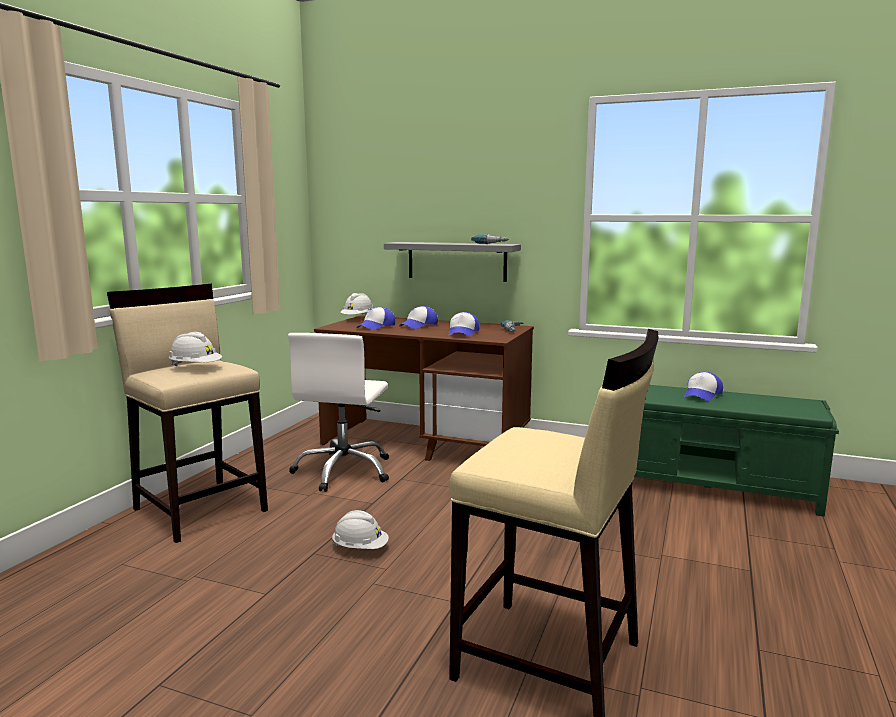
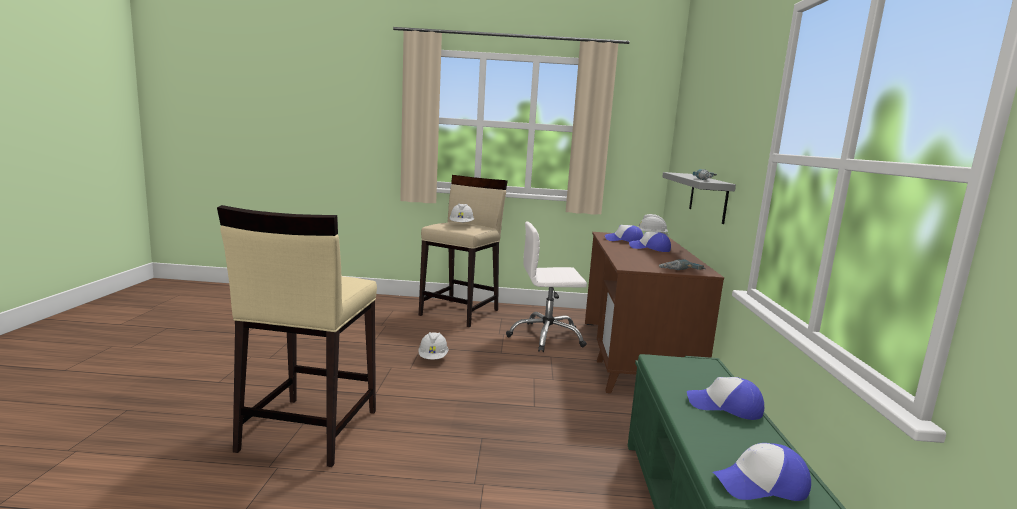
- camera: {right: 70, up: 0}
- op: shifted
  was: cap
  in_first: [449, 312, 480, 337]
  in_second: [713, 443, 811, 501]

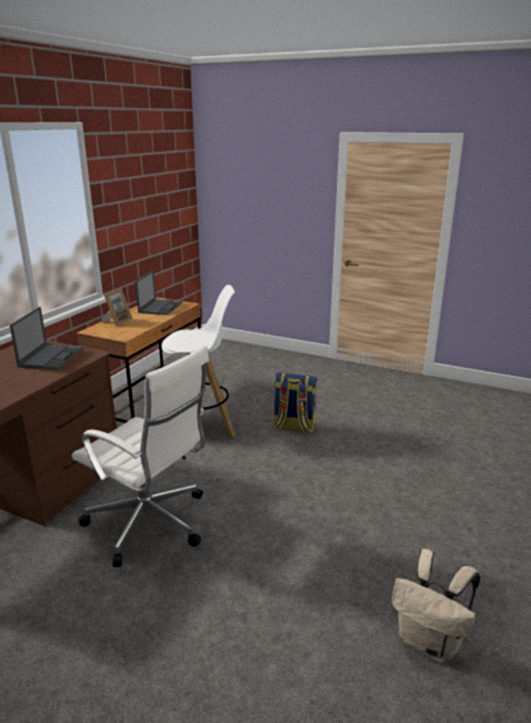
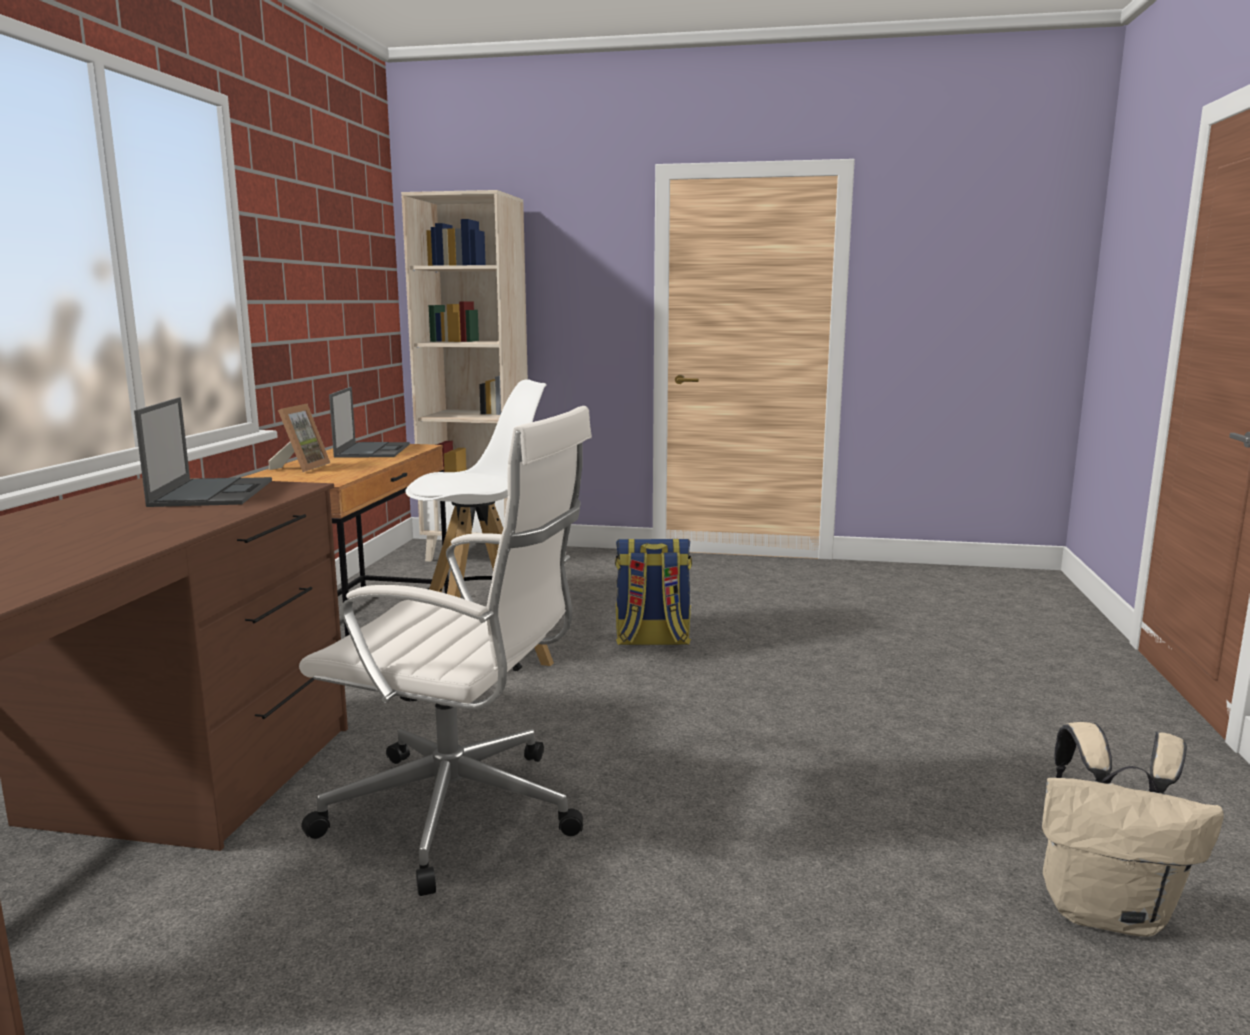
- camera: {right: -15, up: -10}
- op: new
  now: beige-coloured shelving unit
  in_second: [401, 190, 528, 562]

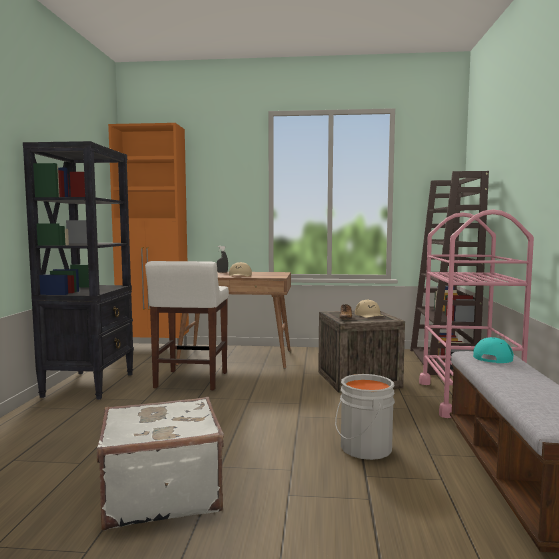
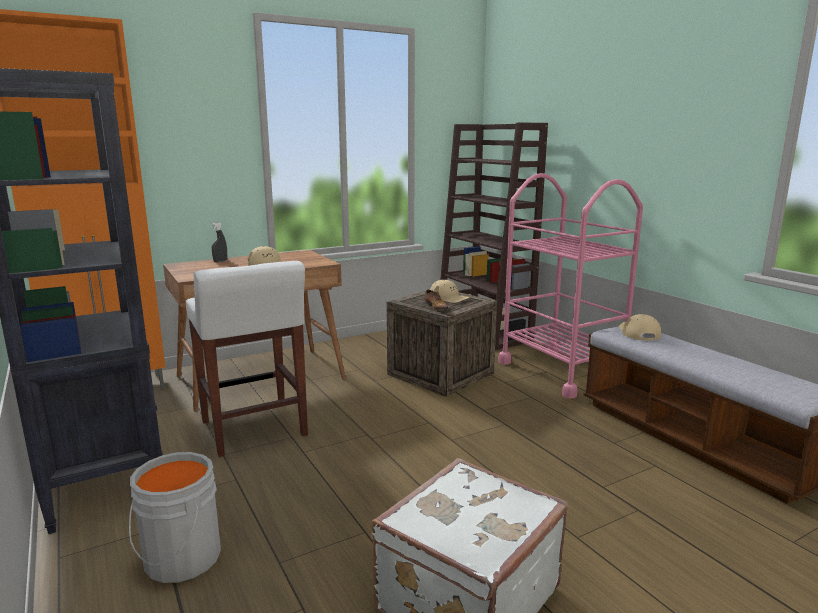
- camera: {right: -35, up: 10}
- op: repainted
  was: turquoise-coloured cap
  now: beige-coloured cap
  in_first: [473, 337, 514, 363]
  in_second: [619, 314, 661, 340]
- op: shifted
  was: grey pail
  in_first: [335, 374, 395, 460]
  in_second: [129, 452, 221, 583]

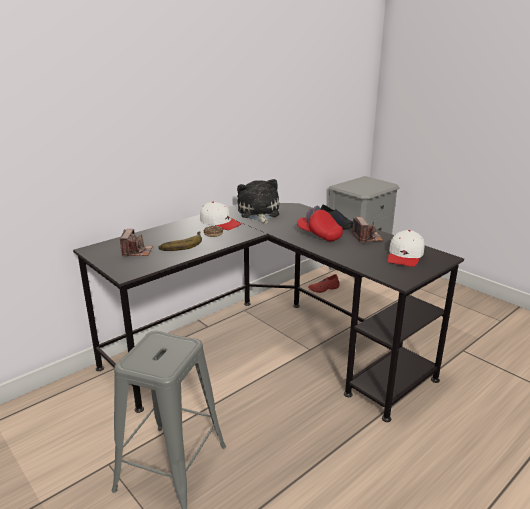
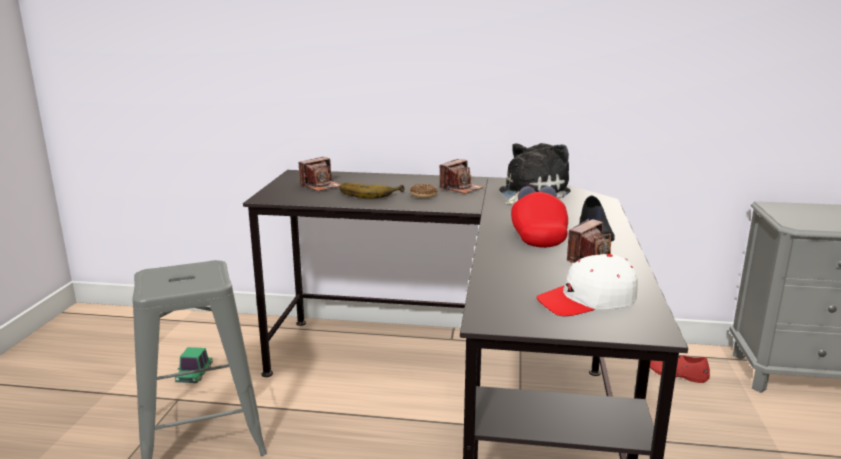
- camera: {right: 50, up: -5}
- op: swapped
  was: white-coloured cap
  now: still camera
  in_first: [200, 202, 241, 230]
  in_second: [440, 159, 484, 194]
- op: new
  now: miniature car
  in_second: [175, 347, 213, 383]

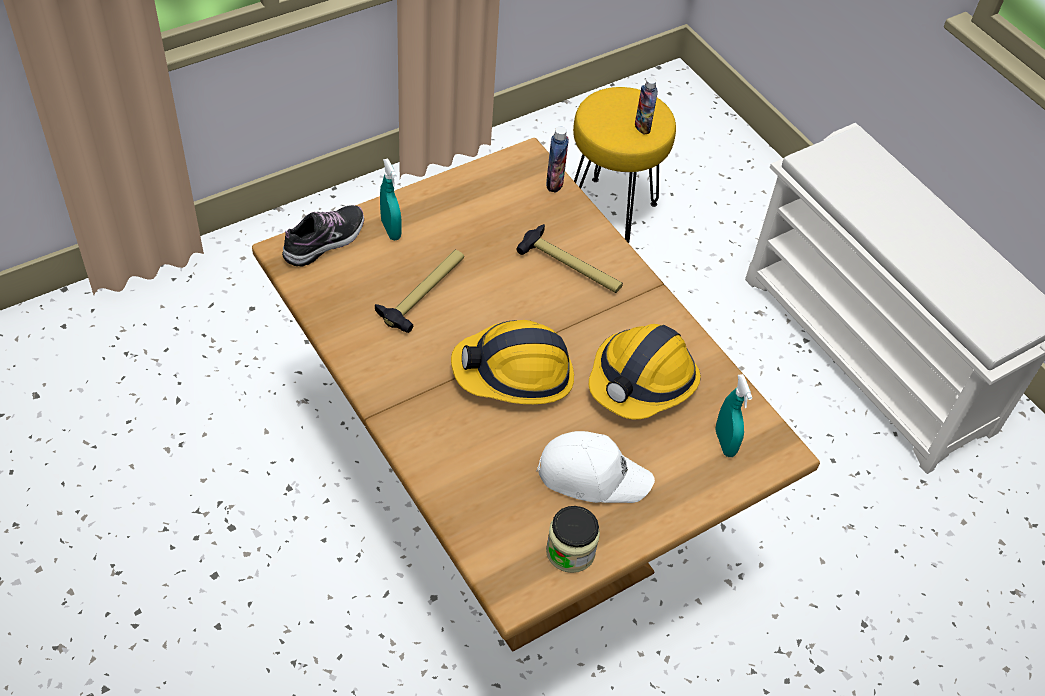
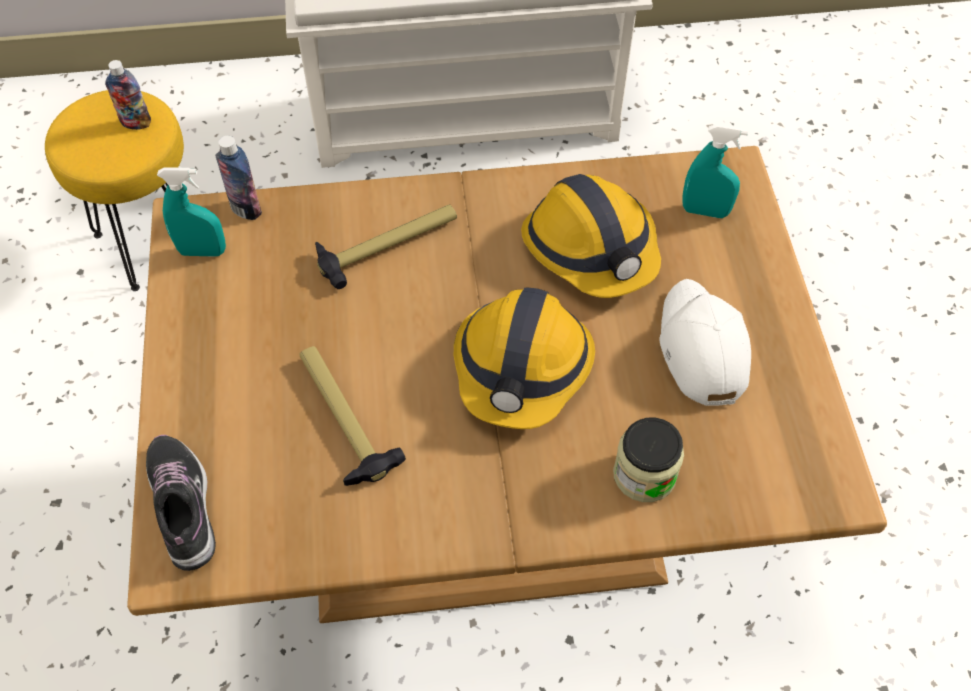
- camera: {right: -60, up: 5}
- op: shifted
  was: turquoise-coloured spray bottle
  in_first: [380, 159, 401, 240]
  in_second: [157, 167, 226, 257]
- op: rotated
  was: white-coloured cap
  in_first: [537, 431, 655, 503]
  in_second: [659, 279, 751, 406]
  clockwise: -45
- op: shifted
  was: jar
  in_first: [546, 506, 600, 573]
  in_second: [613, 417, 684, 502]

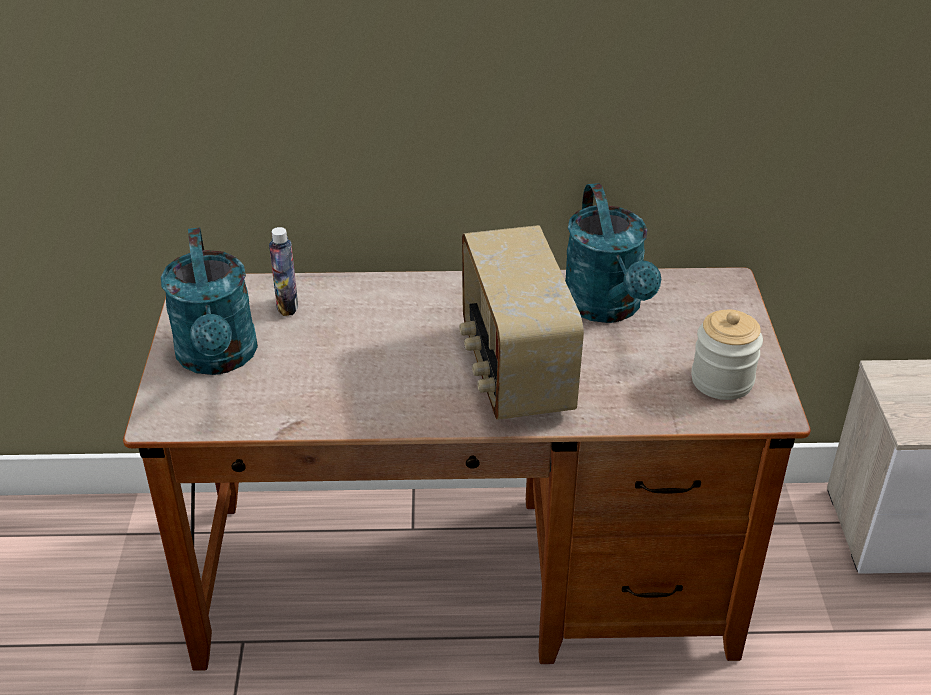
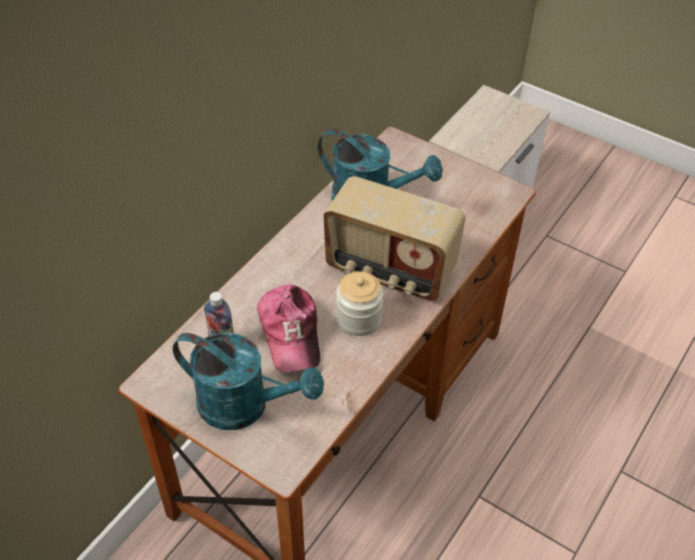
- camera: {right: -55, up: 10}
- op: shifted
  was: jar
  in_first: [691, 310, 763, 400]
  in_second: [336, 271, 383, 336]
- op: new
  now: cap
  in_second: [257, 285, 320, 372]

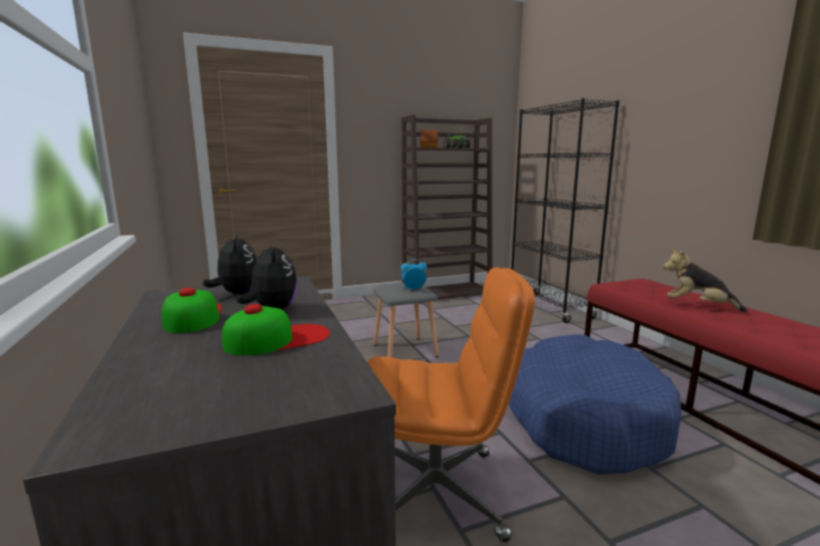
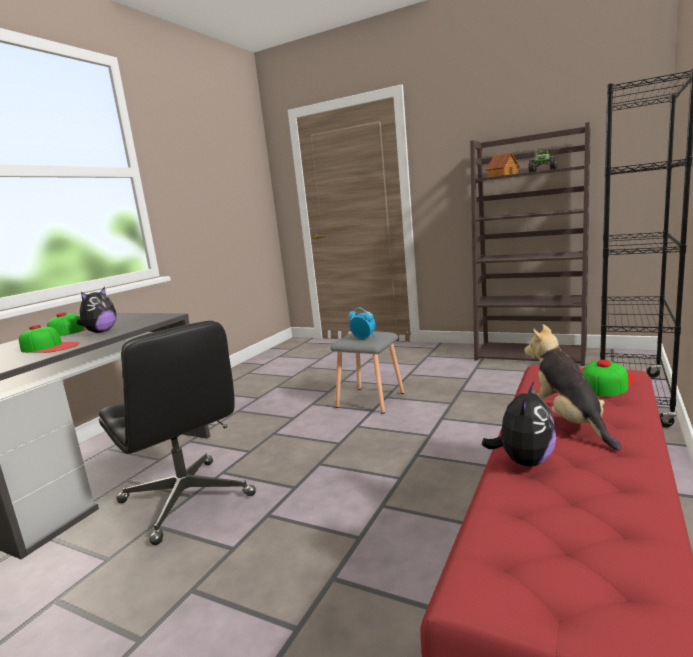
- camera: {right: 50, up: 0}
- op: shifted
  was: plush toy
  in_first: [203, 232, 257, 295]
  in_second: [482, 382, 556, 467]
- op: repainted
  was: orangey office chair
  now: black-coloured office chair
  in_first: [368, 267, 535, 542]
  in_second: [99, 321, 256, 545]
- op: gone
  was: blue-coloured pet bed
  in_first: [509, 334, 682, 475]
- op: new
  now: cap
  in_second: [582, 360, 636, 396]

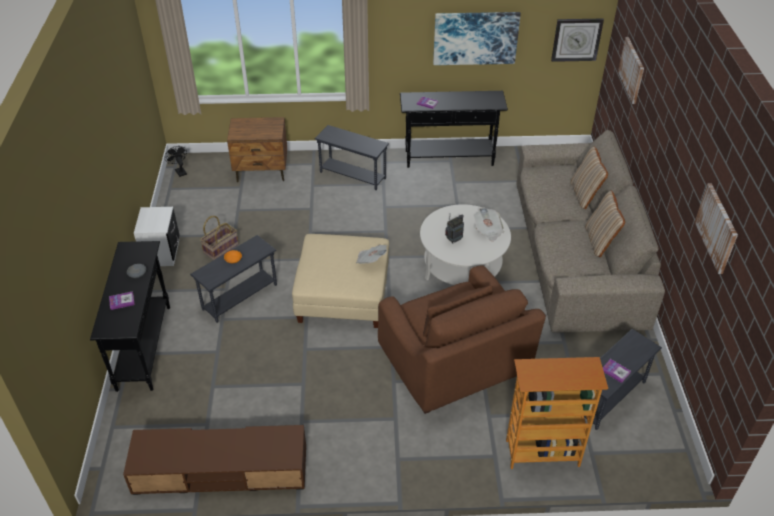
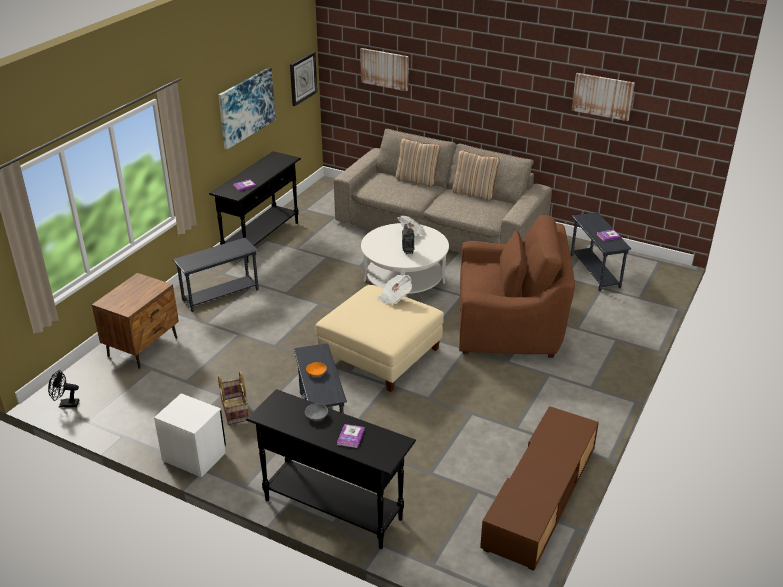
- camera: {right: -60, up: -10}
- op: gone
  was: shelving unit
  in_first: [506, 357, 608, 469]

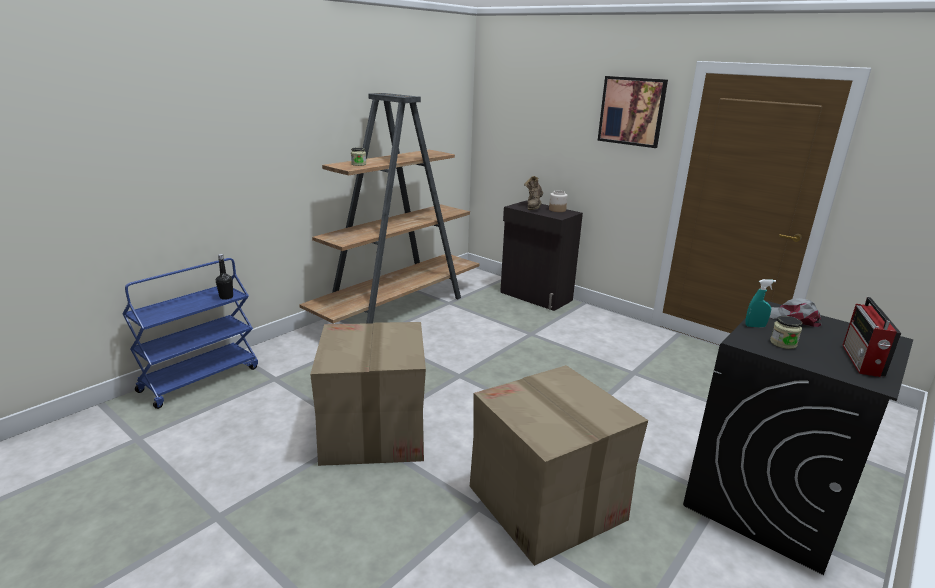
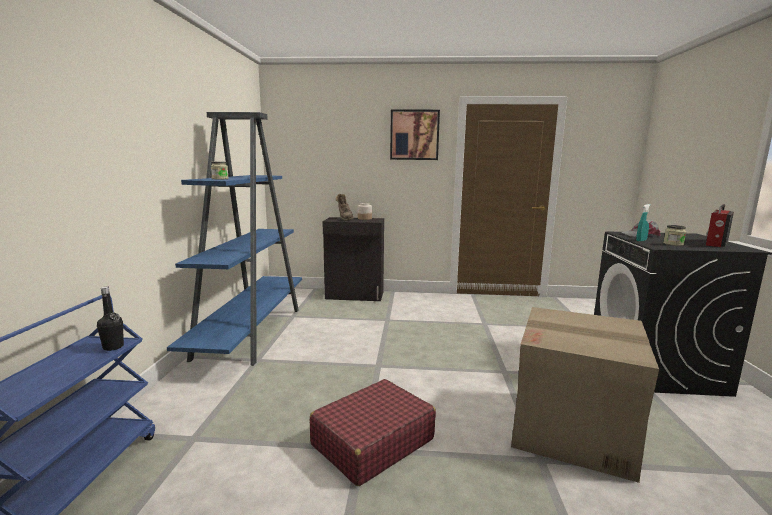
- camera: {right: -35, up: -10}
- op: repainted
  was: brownish shelving unit
  now: blue-coloured shelving unit
  in_first: [299, 93, 479, 324]
  in_second: [167, 112, 302, 366]
- op: rotated
  was: radio
  in_first: [843, 297, 901, 377]
  in_second: [706, 204, 734, 247]
  clockwise: 60
- op: swapped
  was: cardboard box
  now: red-coloured suitcase
  in_first: [310, 322, 426, 466]
  in_second: [310, 379, 436, 486]

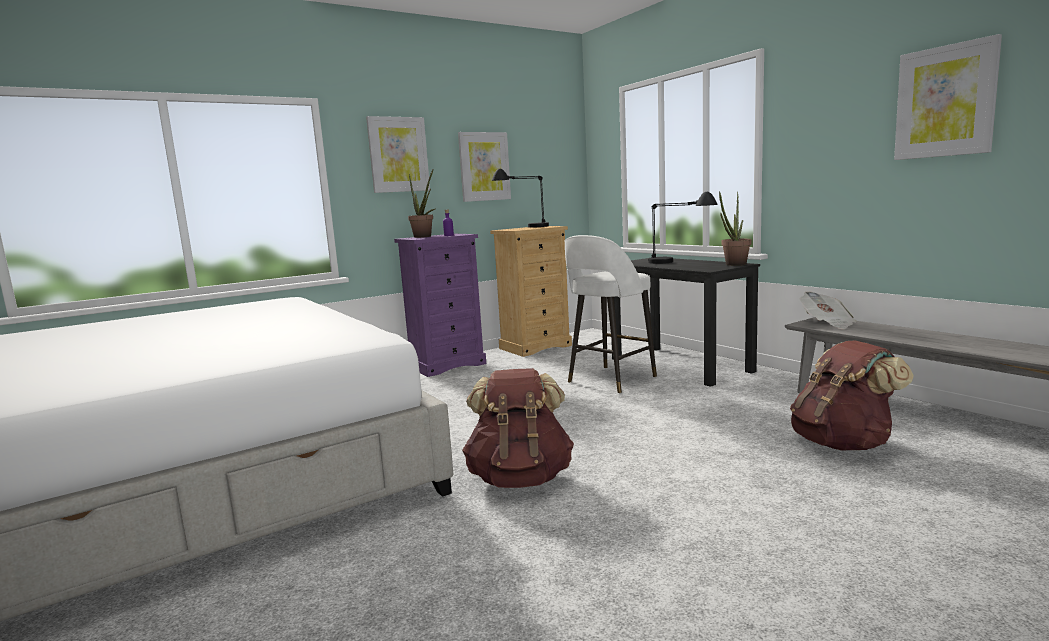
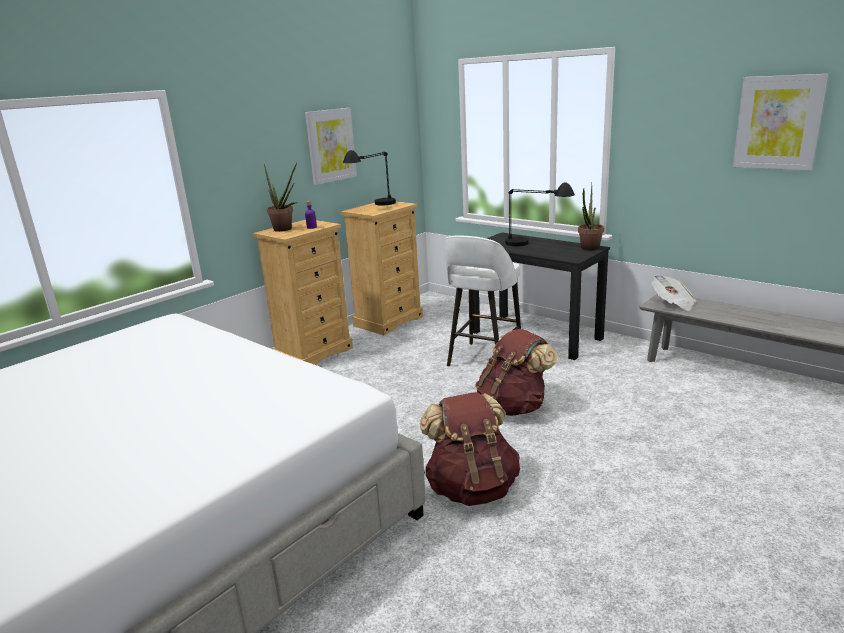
- camera: {right: -15, up: 10}
- op: gone
  was: picture
  in_first: [366, 116, 430, 193]
- op: repainted
  was: purple dresser
  now: beige-coloured dresser
  in_first: [394, 234, 486, 377]
  in_second: [253, 220, 353, 365]
- op: shifted
  was: brownish rucksack
  in_first: [790, 340, 914, 450]
  in_second: [475, 329, 558, 416]

